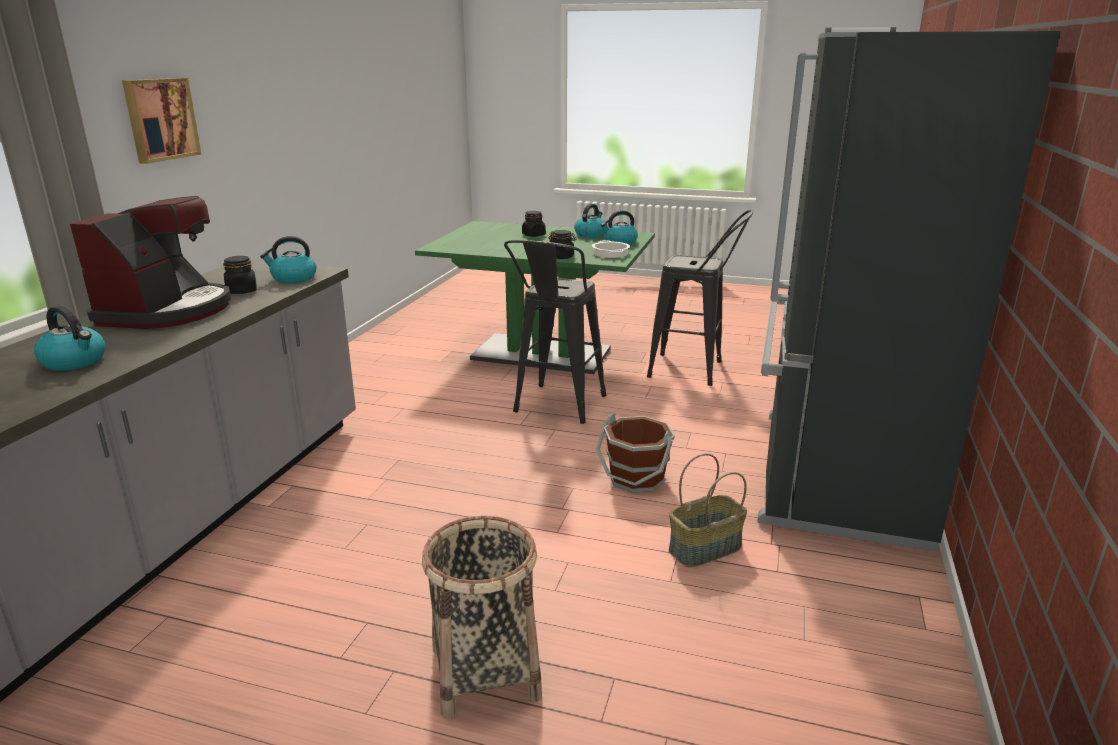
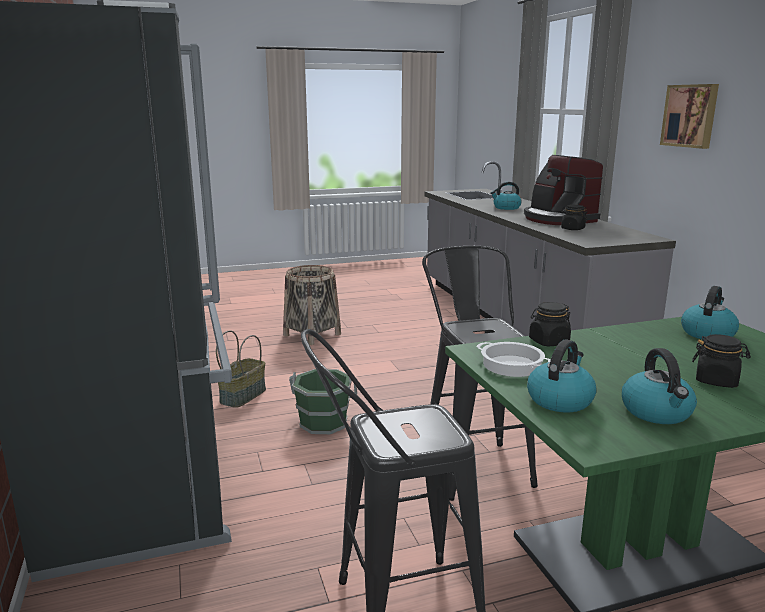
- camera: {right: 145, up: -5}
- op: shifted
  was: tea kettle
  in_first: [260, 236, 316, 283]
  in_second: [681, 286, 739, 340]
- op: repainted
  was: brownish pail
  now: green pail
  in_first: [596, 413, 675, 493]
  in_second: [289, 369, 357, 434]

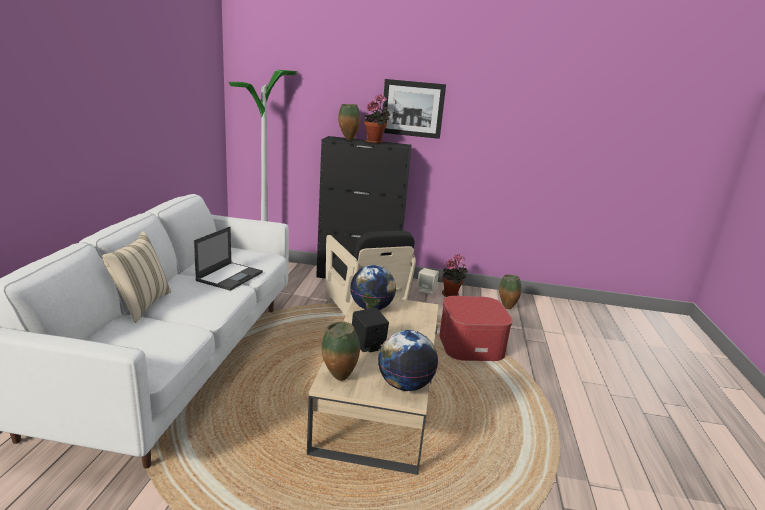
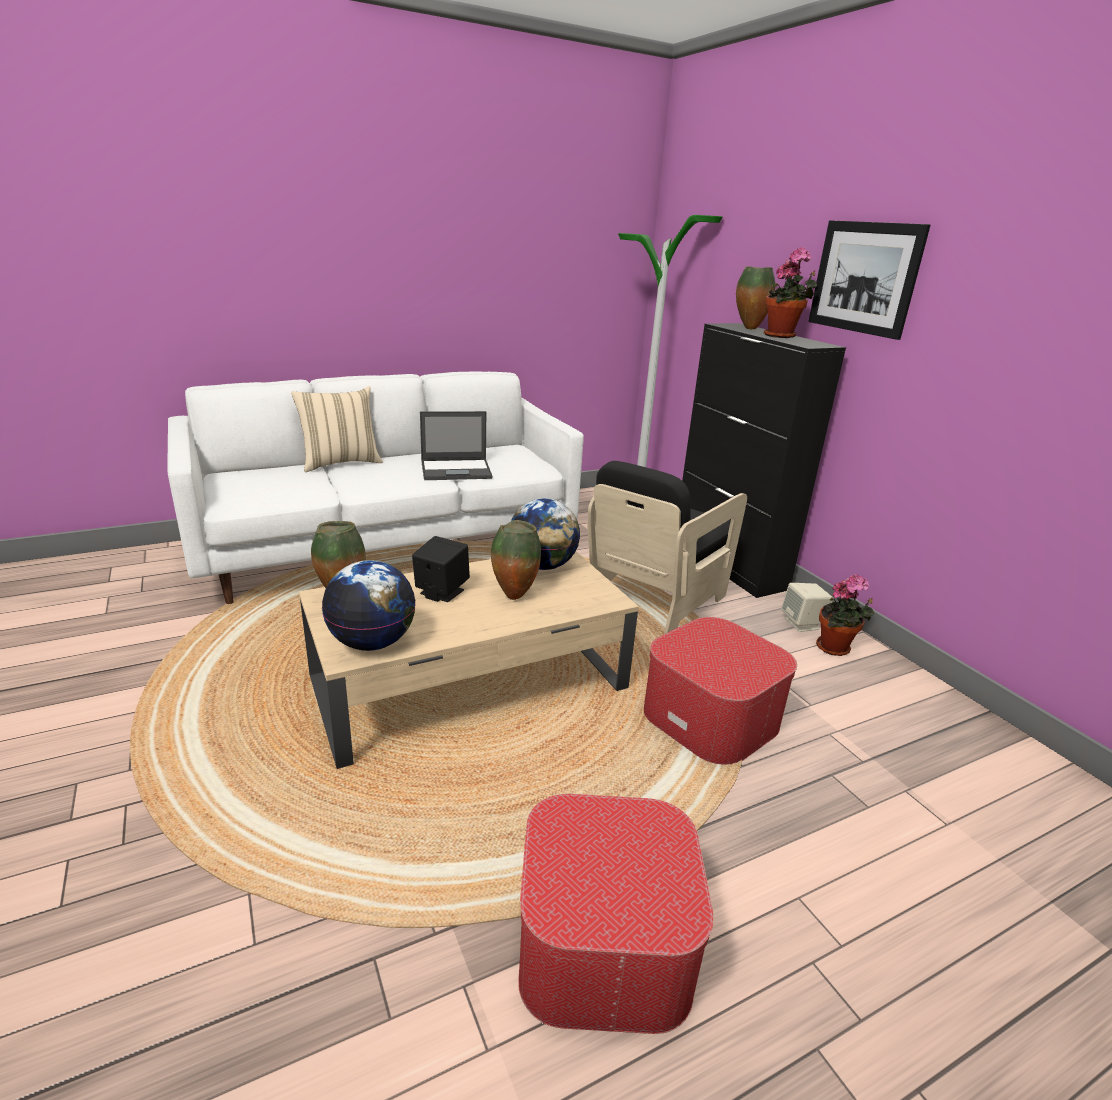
- camera: {right: 55, up: 5}
- op: shifted
  was: decorative vase
  in_first: [499, 274, 522, 309]
  in_second: [491, 520, 541, 600]
- op: new
  now: pouffe
  in_second: [518, 794, 714, 1034]

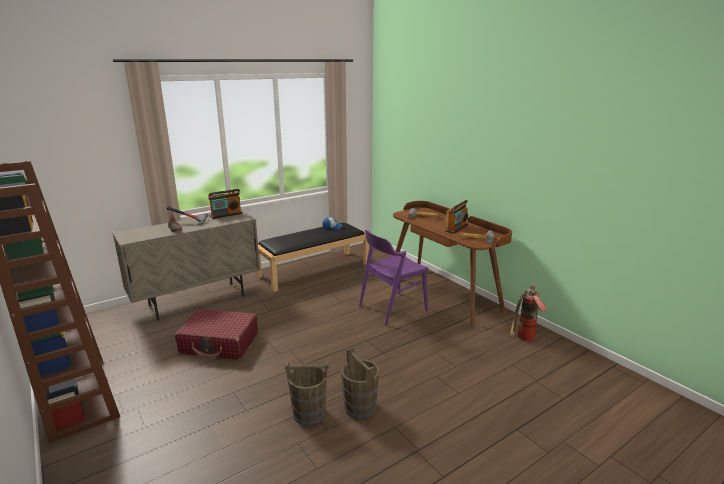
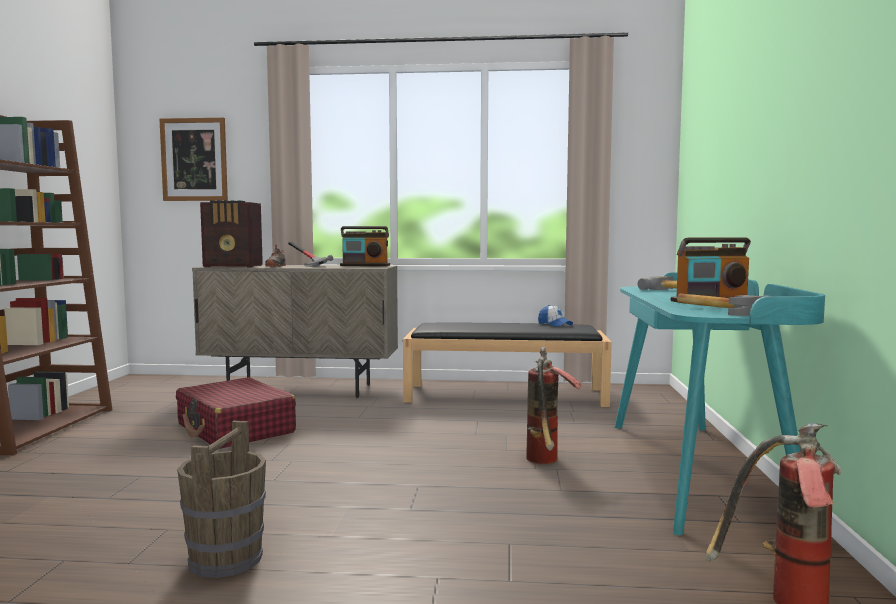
- camera: {right: 40, up: -15}
- op: repainted
  was: brownish desk unit
  now: turquoise-coloured desk unit
  in_first: [393, 201, 512, 326]
  in_second: [615, 272, 825, 535]
- op: swapped
  was: purple chair
  now: fire-fighting cylinder
  in_first: [359, 230, 428, 326]
  in_second: [526, 347, 581, 464]
- op: gone
  was: brownish pail
  in_first: [285, 361, 329, 425]
- op: new
  now: picture
  in_second: [159, 118, 228, 201]
- op: new
  now: radio
  in_second: [200, 200, 263, 267]

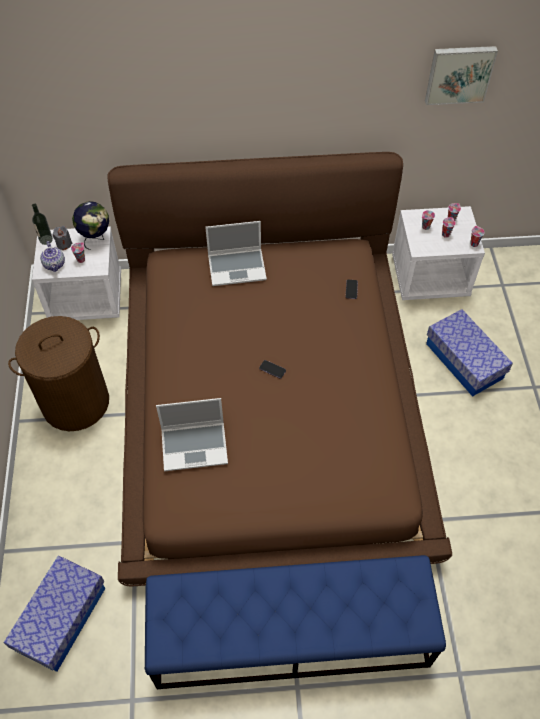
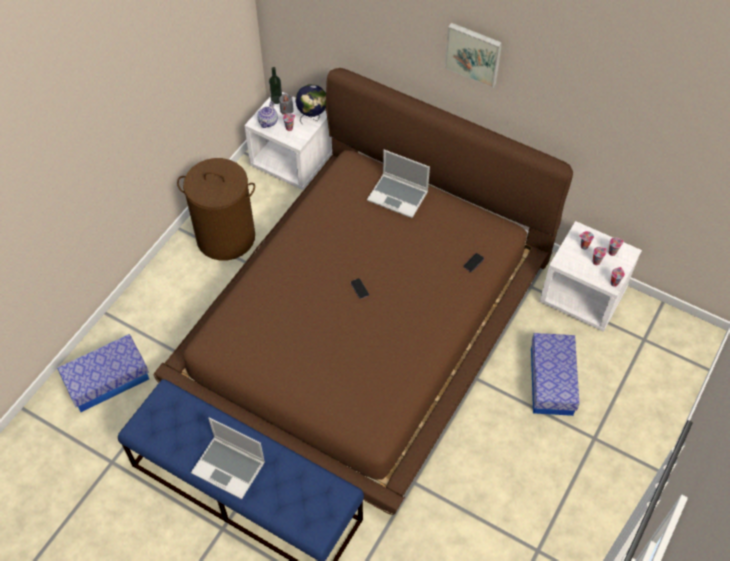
- camera: {right: 35, up: 0}
- op: shifted
  was: picture
  in_first: [425, 46, 498, 105]
  in_second: [444, 23, 502, 88]
- op: shifted
  was: notebook computer
  in_first: [156, 398, 228, 471]
  in_second: [191, 417, 265, 499]

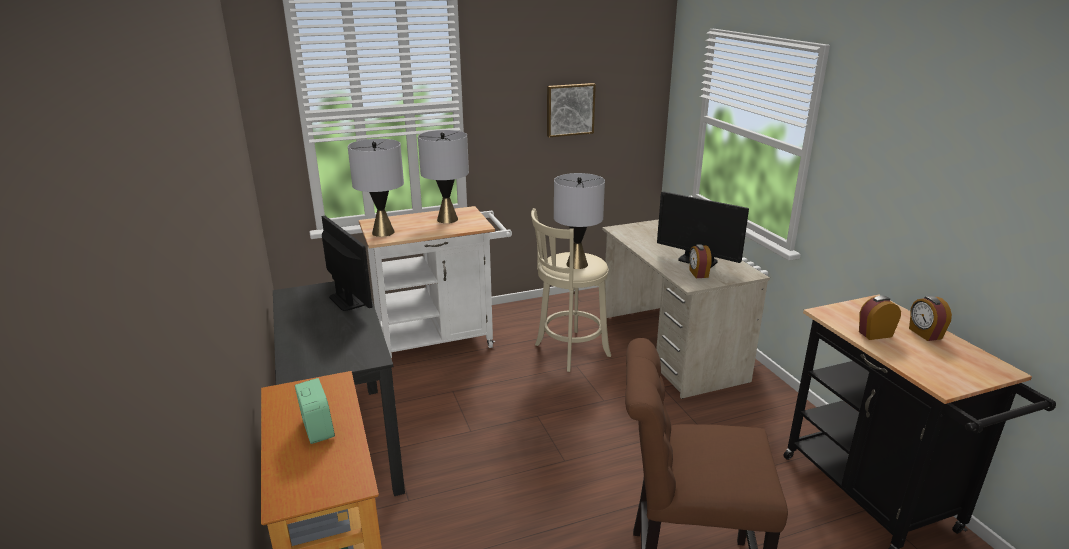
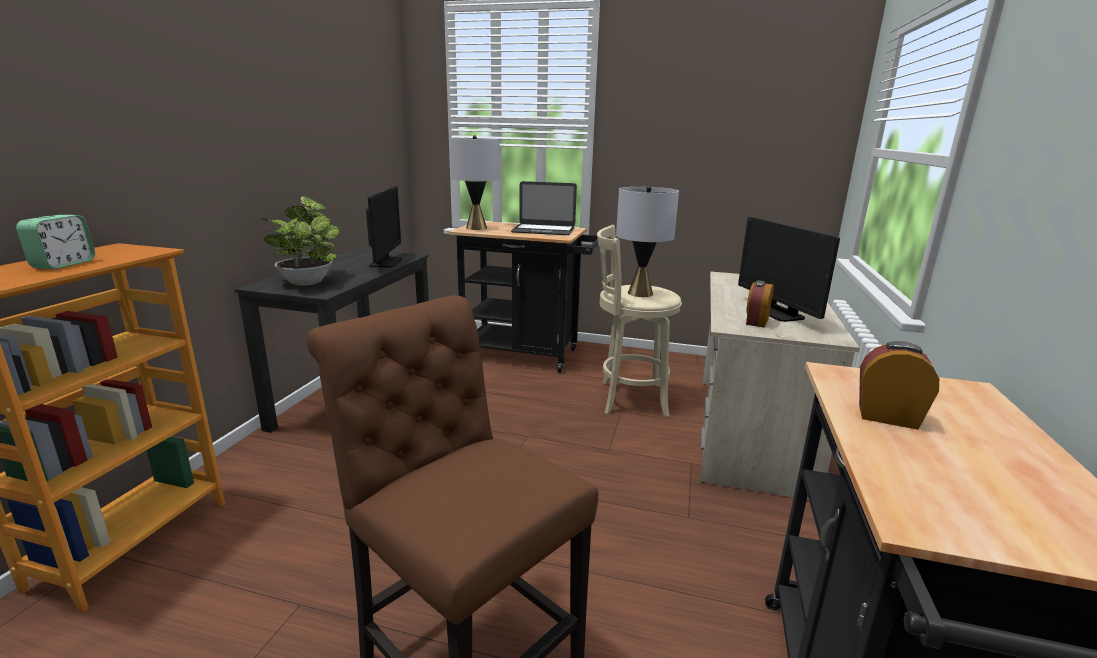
- camera: {right: 35, up: -5}
- op: gone
  was: picture
  in_first: [547, 83, 596, 137]
- op: swapped
  was: grey table lamp
  now: notebook computer
  in_first: [418, 130, 469, 223]
  in_second: [511, 181, 577, 235]
- op: repainted
  was: white-coloured wheeled cart
  now: black-coloured wheeled cart
  in_first: [359, 206, 512, 358]
  in_second: [449, 221, 598, 373]
- op: gone
  was: bedside clock
  in_first: [909, 296, 952, 341]
- op: new
  now: potted plant
  in_second: [261, 196, 340, 286]

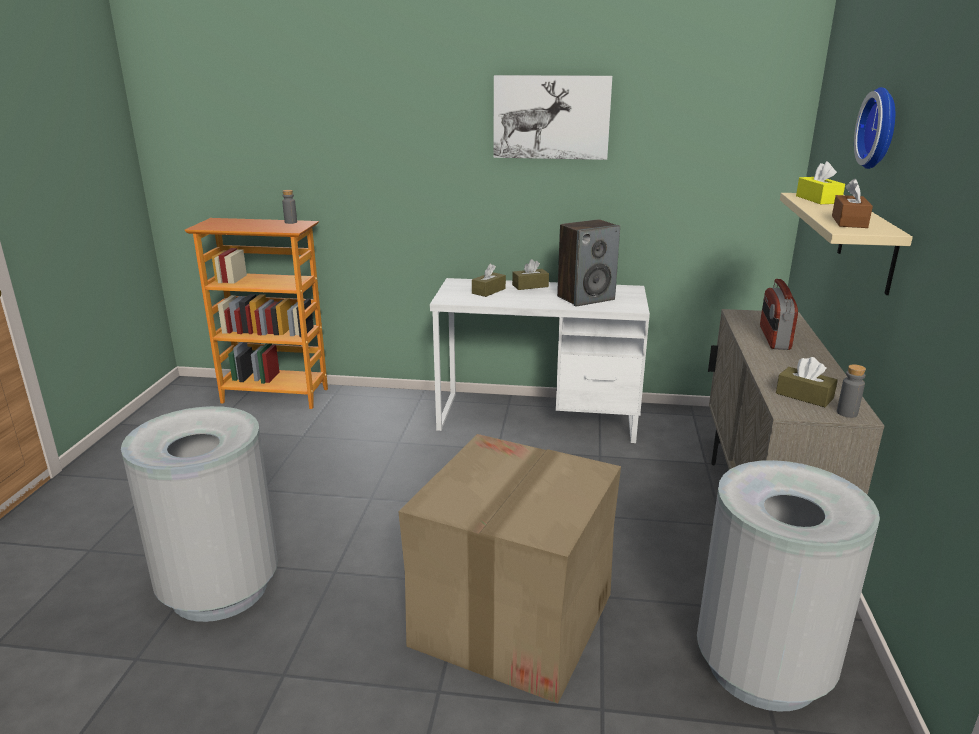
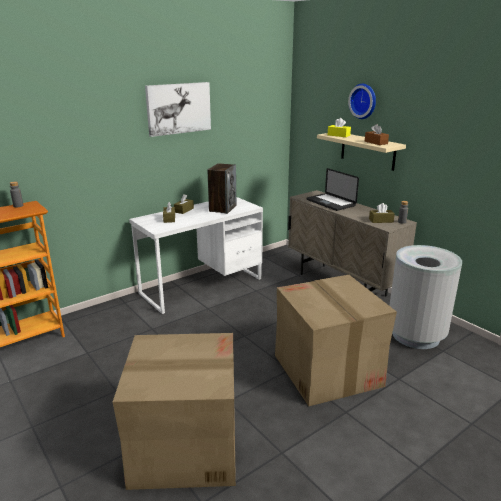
- camera: {right: -45, up: 0}
- op: swapped
  was: radio
  now: notebook computer
  in_first: [760, 279, 798, 350]
  in_second: [306, 168, 359, 211]
- op: swapped
  was: grey rubbish bin
  now: cardboard box
  in_first: [121, 406, 278, 622]
  in_second: [113, 333, 236, 490]

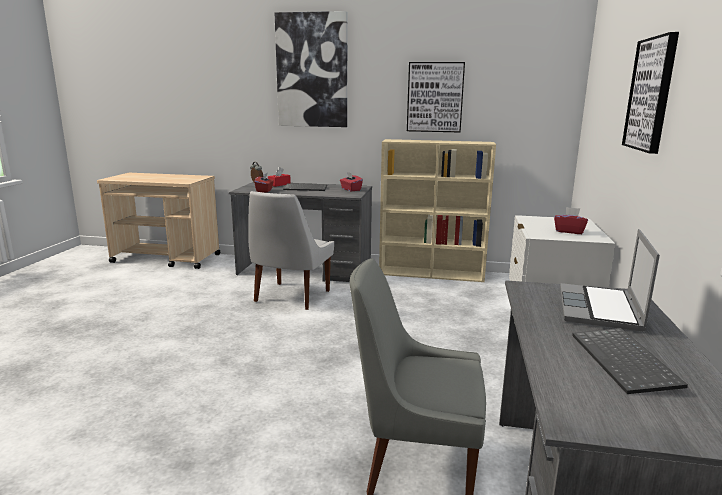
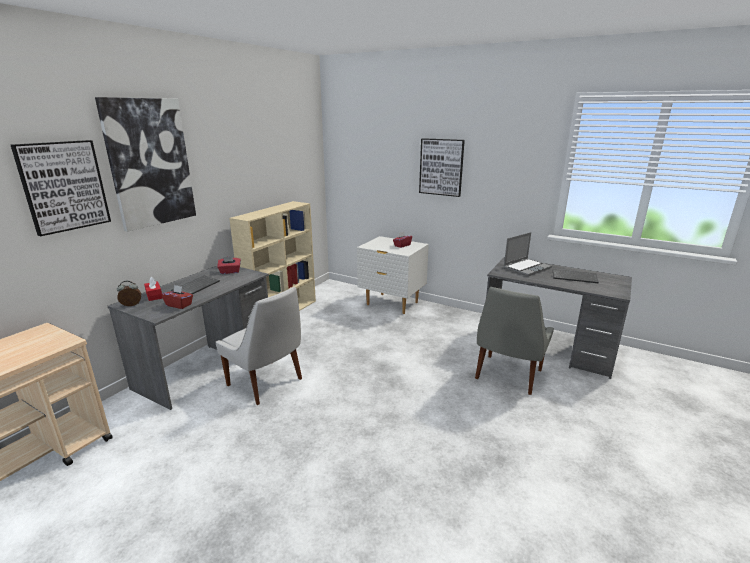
- camera: {right: -70, up: 5}
- op: shifted
  was: picture
  in_first: [407, 62, 465, 132]
  in_second: [11, 140, 111, 236]
- op: rotated
  was: notebook computer
  in_first: [560, 229, 660, 332]
  in_second: [504, 232, 552, 276]
  clockwise: -75

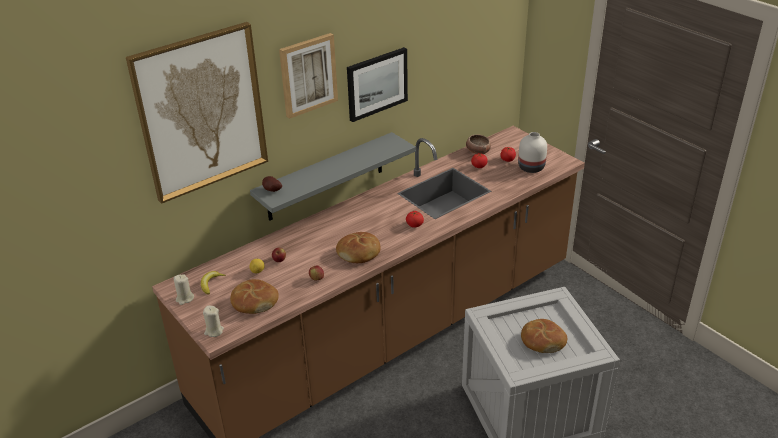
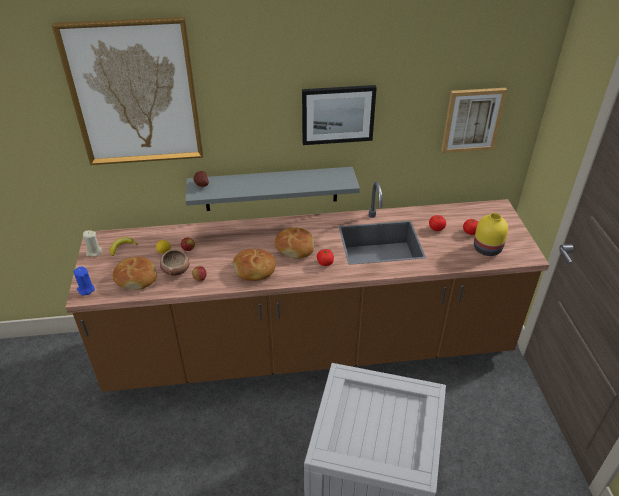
- camera: {right: 30, up: 5}
- op: shifted
  was: picture
  in_first: [279, 33, 338, 119]
  in_second: [441, 88, 507, 153]
- op: repainted
  was: white-coloured decorative vase
  now: yellow decorative vase
  in_first: [518, 132, 547, 173]
  in_second: [474, 213, 508, 256]
- op: shifted
  was: deep dish
  in_first: [466, 134, 491, 154]
  in_second: [160, 250, 189, 276]
- op: repainted
  was: beige-coloured candle
  now: blue-coloured candle
  in_first: [203, 306, 224, 337]
  in_second: [74, 266, 95, 295]
- op: shifted
  was: bakery bread
  in_first: [521, 319, 567, 353]
  in_second: [275, 227, 314, 259]

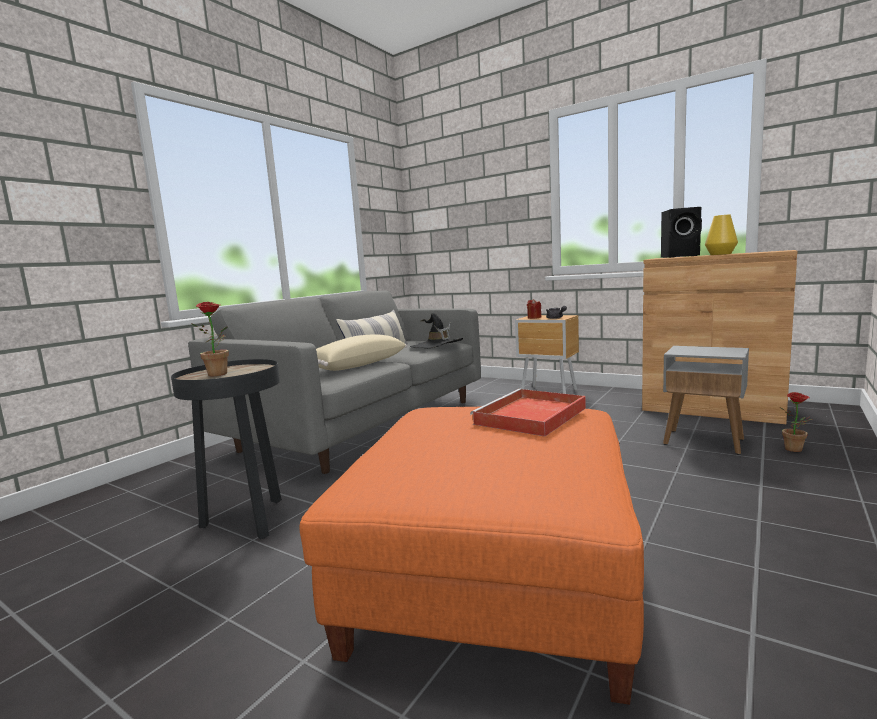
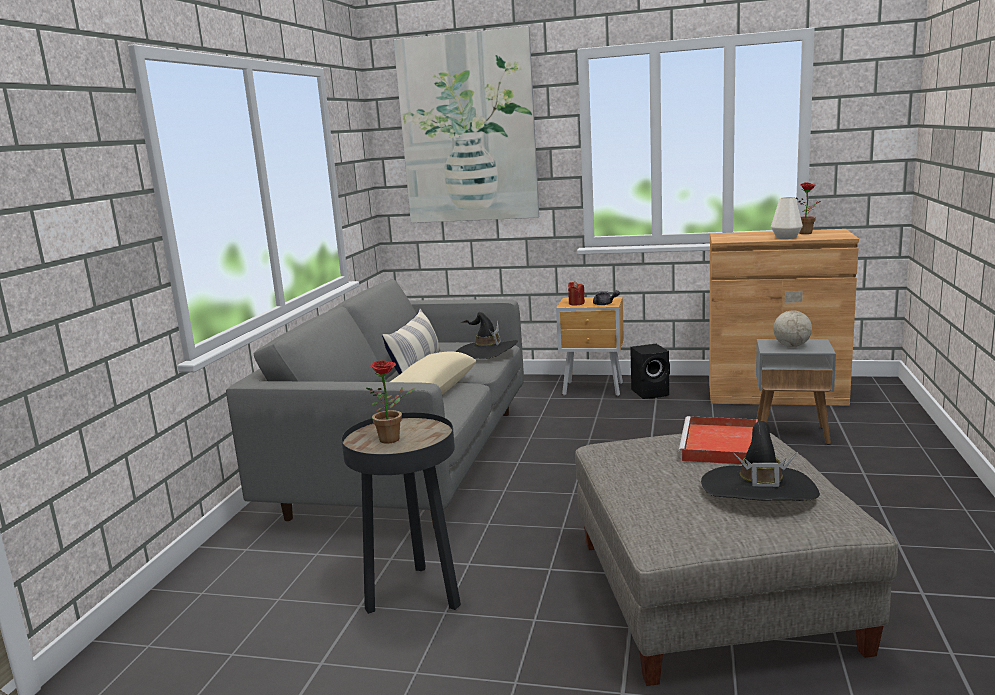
- camera: {right: -20, up: 5}
- op: shifted
  was: black-coloured speaker
  in_first: [661, 207, 702, 258]
  in_second: [630, 344, 670, 399]
- op: repainted
  was: yellow decorative vase
  now: white-coloured decorative vase
  in_first: [705, 215, 738, 255]
  in_second: [771, 197, 803, 239]
- op: shifted
  was: potted plant
  in_first: [780, 392, 812, 452]
  in_second: [795, 182, 821, 234]
- op: repainted
  was: orangey pouffe
  now: grey pouffe
  in_first: [299, 407, 644, 705]
  in_second: [575, 433, 898, 686]
- op: new
  now: picture
  in_second: [393, 26, 539, 223]
- op: new
  now: desk globe
  in_second: [773, 291, 812, 347]
- op: new
  now: black-coloured clothing hat
  in_second: [701, 421, 820, 501]

